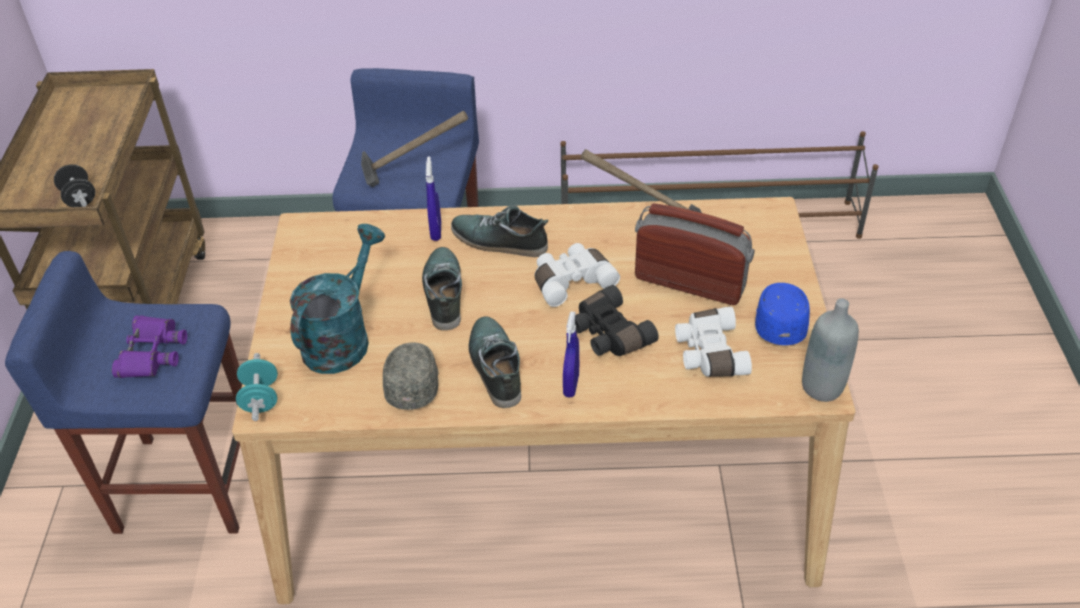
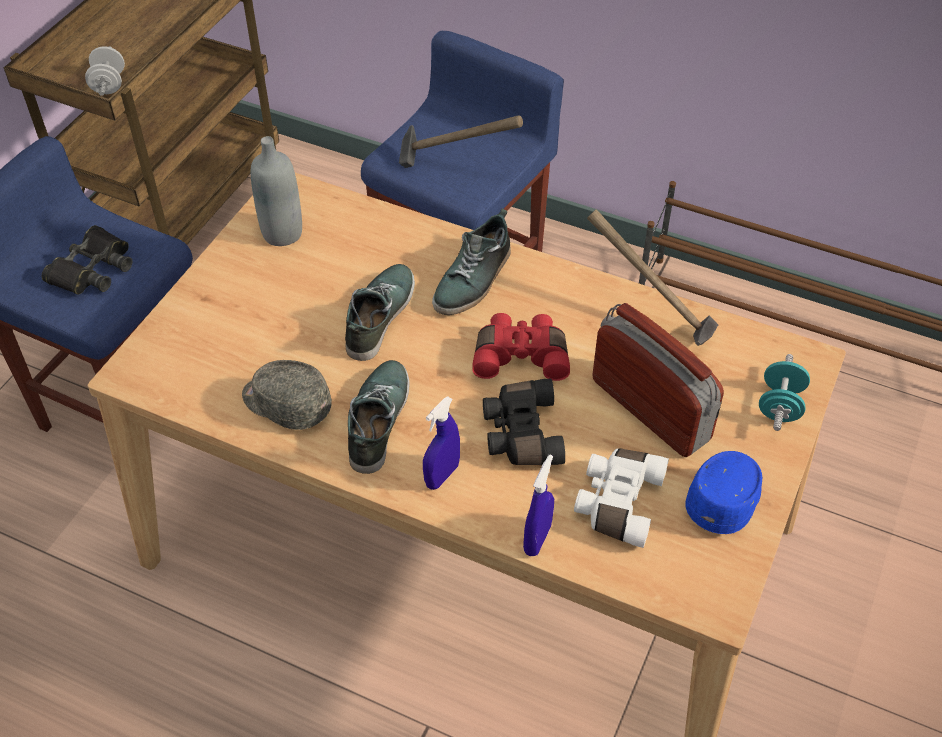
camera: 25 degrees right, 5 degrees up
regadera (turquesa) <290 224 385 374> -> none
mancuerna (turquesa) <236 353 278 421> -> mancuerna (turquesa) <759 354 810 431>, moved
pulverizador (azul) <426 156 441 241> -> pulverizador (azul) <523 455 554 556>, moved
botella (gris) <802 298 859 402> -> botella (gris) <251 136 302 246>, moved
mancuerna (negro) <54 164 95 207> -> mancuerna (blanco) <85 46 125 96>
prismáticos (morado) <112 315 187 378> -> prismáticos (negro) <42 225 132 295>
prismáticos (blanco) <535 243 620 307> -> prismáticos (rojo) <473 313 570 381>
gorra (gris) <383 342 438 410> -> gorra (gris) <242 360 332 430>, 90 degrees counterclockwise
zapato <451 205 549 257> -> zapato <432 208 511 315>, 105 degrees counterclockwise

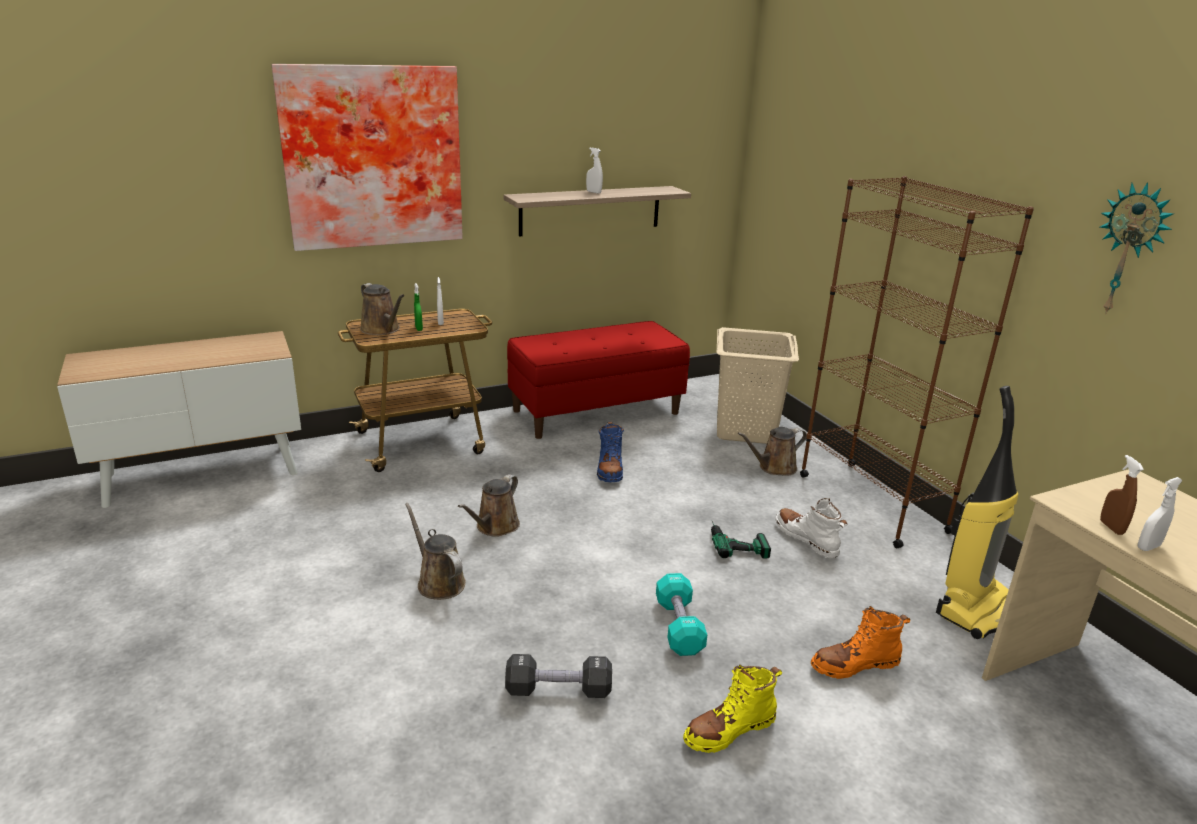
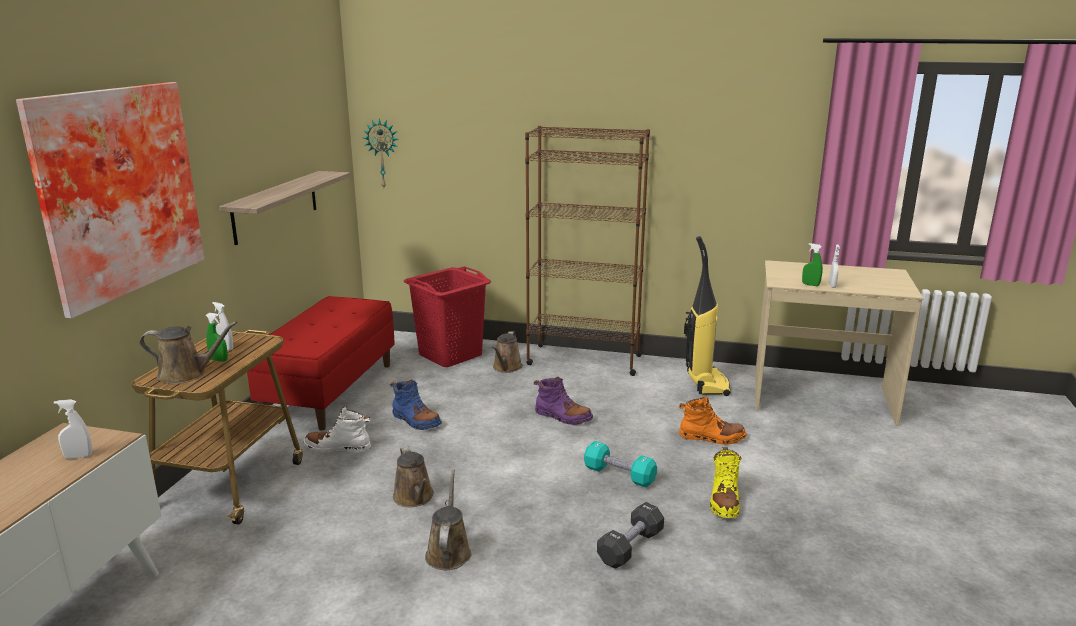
camera: 50 degrees left, 5 degrees down
pulverizador (blanco) <586 148 603 194> -> pulverizador (blanco) <54 399 92 459>, moved
bota (blanco) <775 498 848 558> -> bota (blanco) <303 406 371 453>, moved
reloj de pared <1100 182 1174 314> -> reloj de pared <363 118 398 187>, moved
taladro <711 521 771 558> -> bota (morado) <534 377 593 425>
cesto de la ropa (beis) <717 327 799 444> -> cesto de la ropa (rojo) <404 266 491 367>
pulverizador (marrón) <1100 455 1144 535> -> pulverizador (verde) <802 243 823 286>
regadera (marrón) <405 503 465 600> -> regadera (marrón) <425 469 472 570>, 90 degrees clockwise
bota (naranja) <811 606 911 679> -> bota (naranja) <679 396 747 444>, 105 degrees counterclockwise

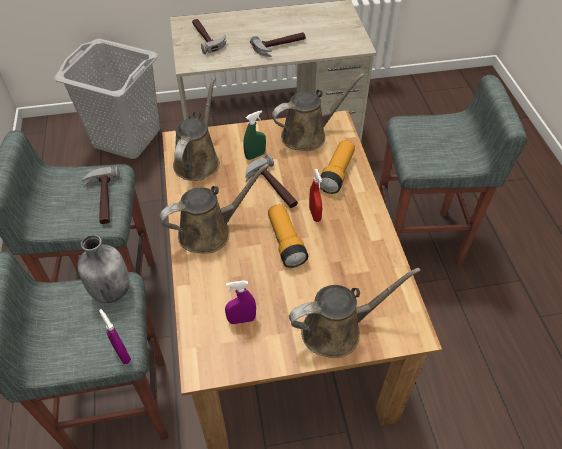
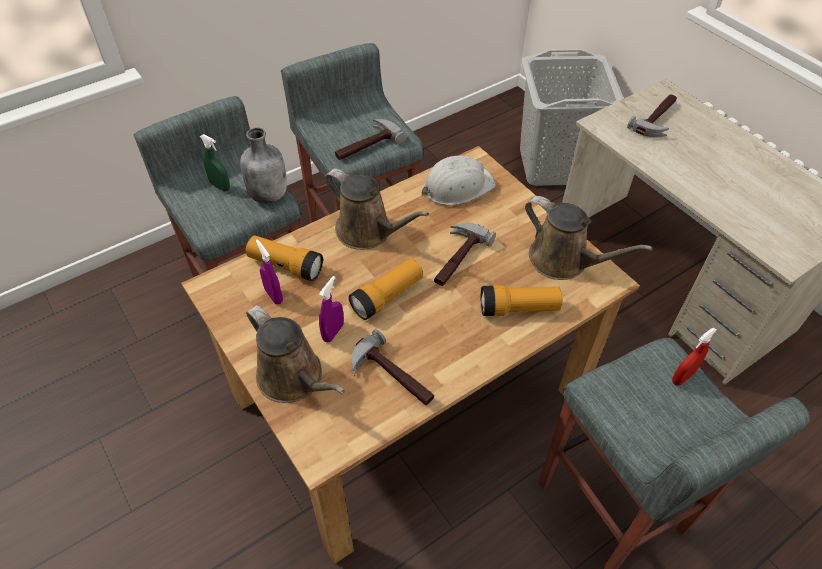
camera: 65 degrees right, 0 degrees up
none -> linterna <246 235 323 281>
pulverizador (morado) <99 309 131 364> -> pulverizador (morado) <319 276 344 342>, moved
pulverizador (verde) <243 110 266 160> -> pulverizador (verde) <200 134 230 191>, moved
martillo <250 32 306 57> -> martillo <351 329 434 405>, moved
pulverizador (rojo) <309 169 322 222> -> pulverizador (rojo) <672 327 717 386>, moved
regadera (marrón) <173 77 220 181> -> casco (blanco) <422 156 496 205>

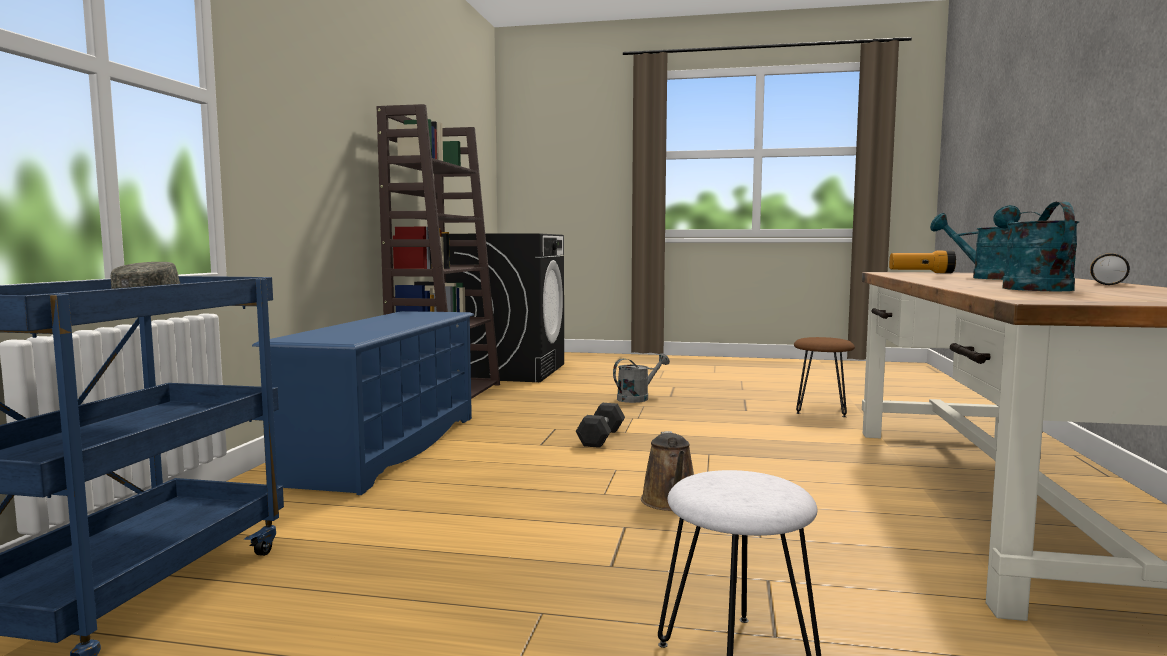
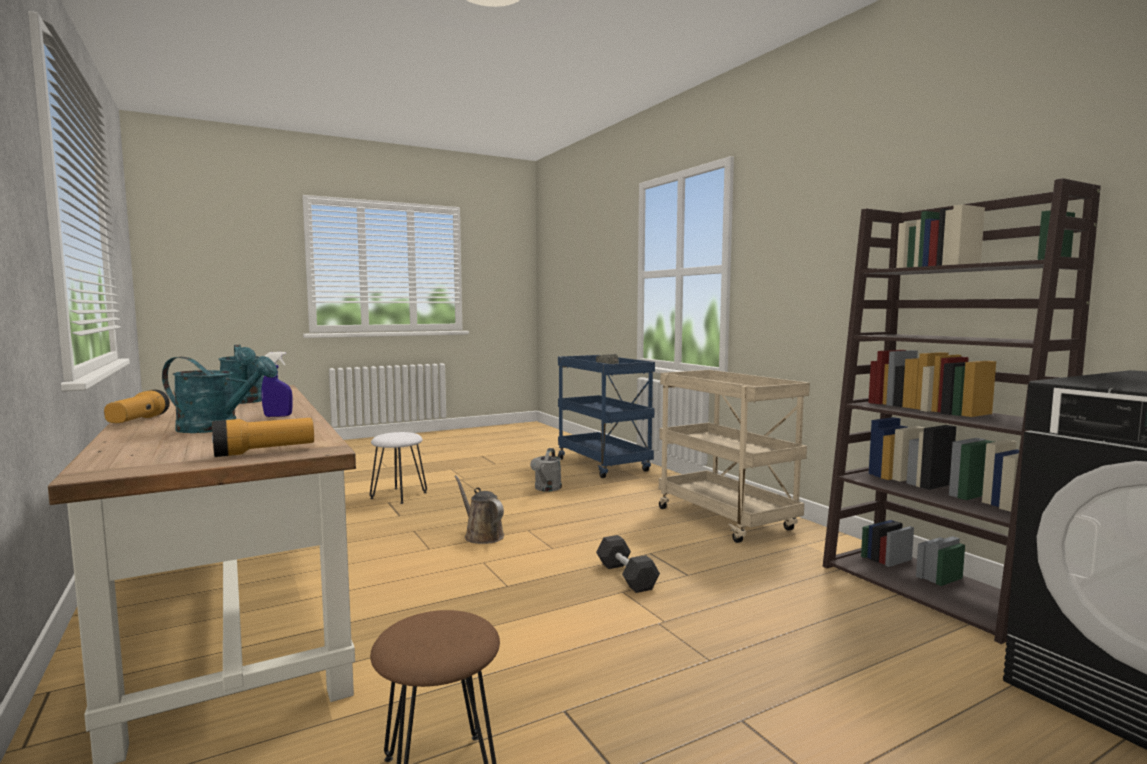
camera: 140 degrees right, 0 degrees up
none -> pulverizador (azul) <261 352 293 417>
regadera (gris) <613 353 670 403> -> regadera (gris) <530 448 562 492>, moved
zapatero (azul) <252 311 474 495> -> carrito (beis) <659 370 810 543>

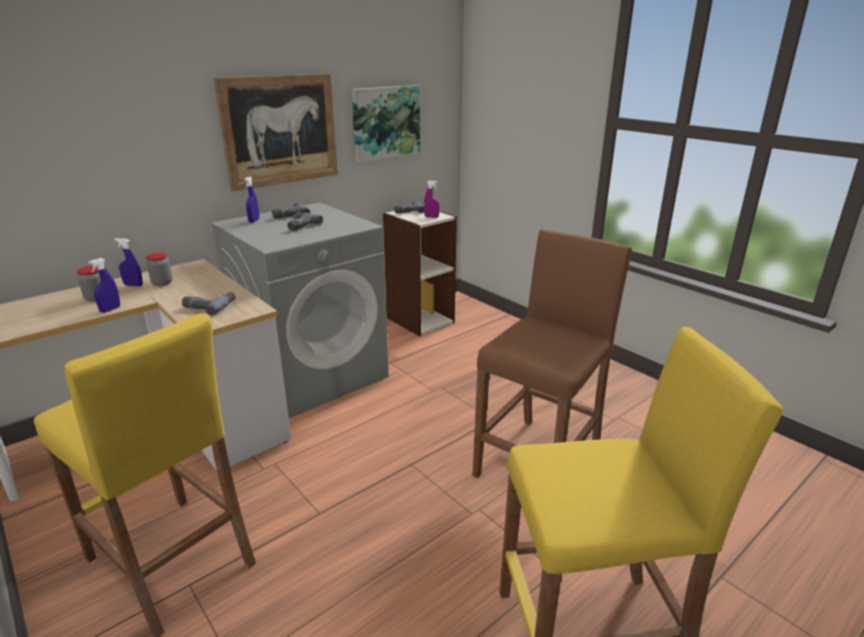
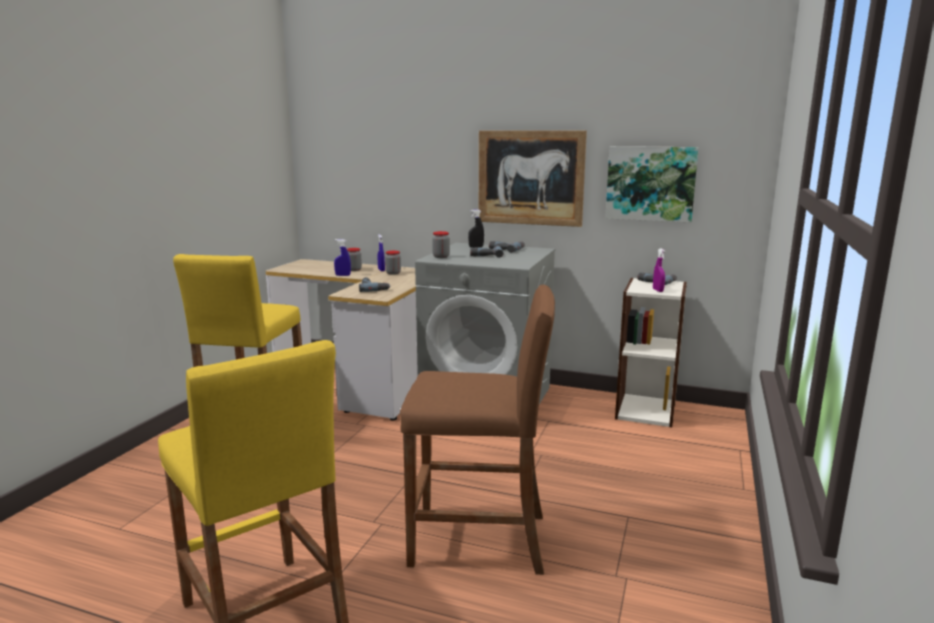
camera: 60 degrees right, 10 degrees down
none -> tarro <432 231 450 258>
pulverizador (azul) <244 176 259 223> -> pulverizador (negro) <468 209 484 248>

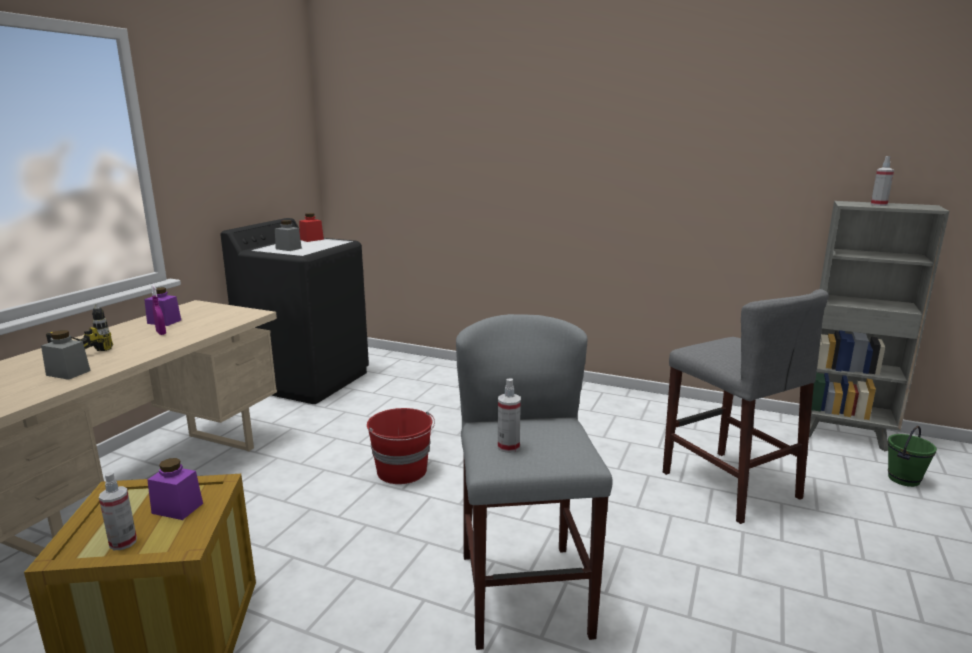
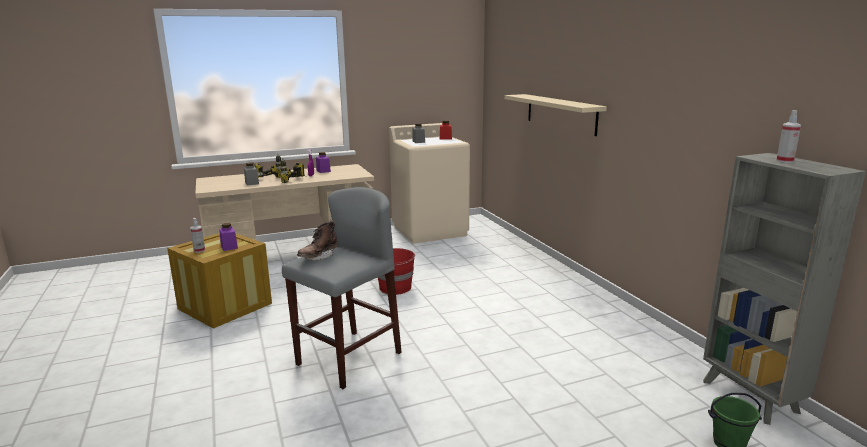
camera: 45 degrees right, 0 degrees up
taburete (gris) <663 289 829 524> -> none
none -> taladro <280 158 304 183>
none -> estante (beis) <505 94 607 136>
pulverizador <498 379 521 453> -> bota (marrón) <297 220 338 261>
lavadora (negro) <220 218 369 404> -> lavadora (beis) <389 123 470 244>

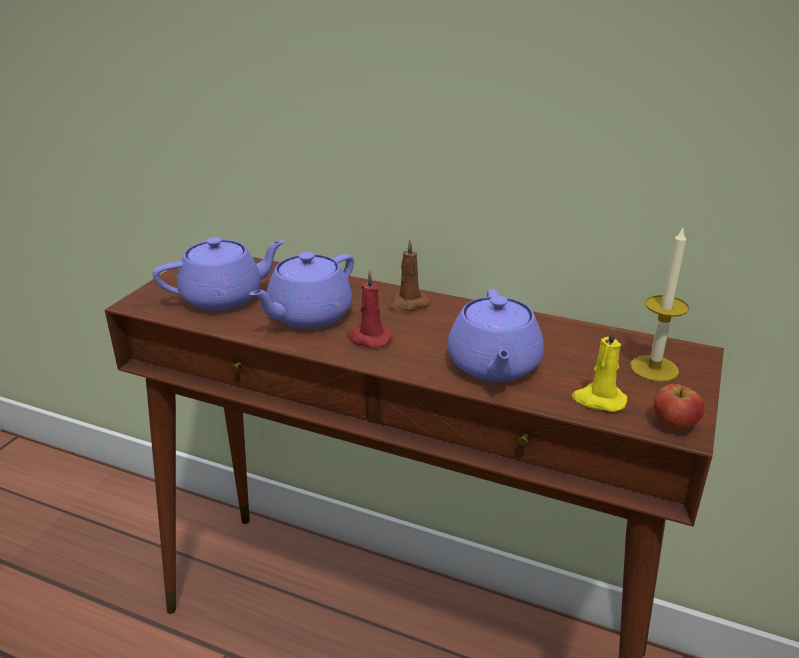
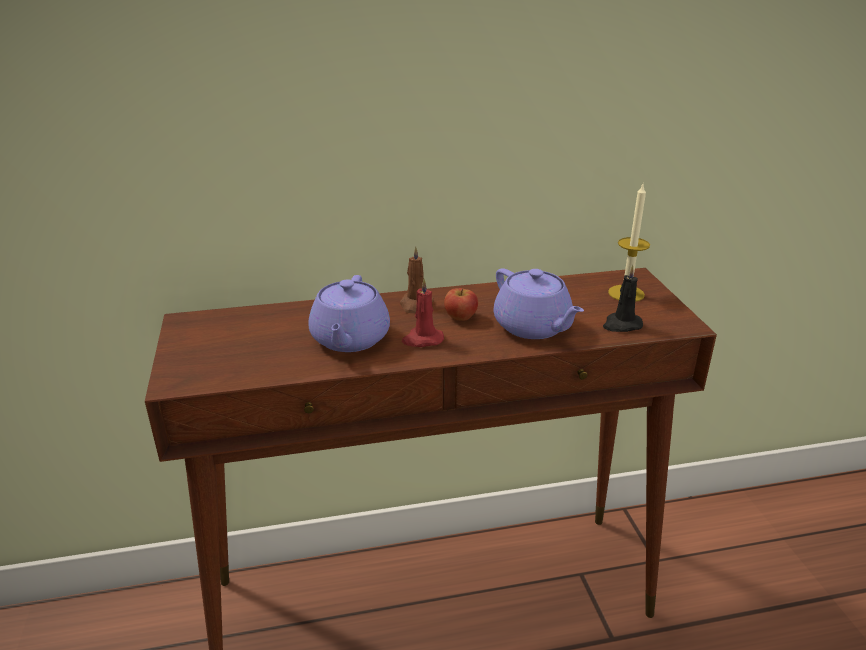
camera: 35 degrees left, 0 degrees up
tetera (morado) <153 237 285 311> -> none
manzana <654 384 704 431> -> manzana <444 288 478 321>, moved
vela (amarillo) <572 325 627 412> -> vela (negro) <603 264 643 332>

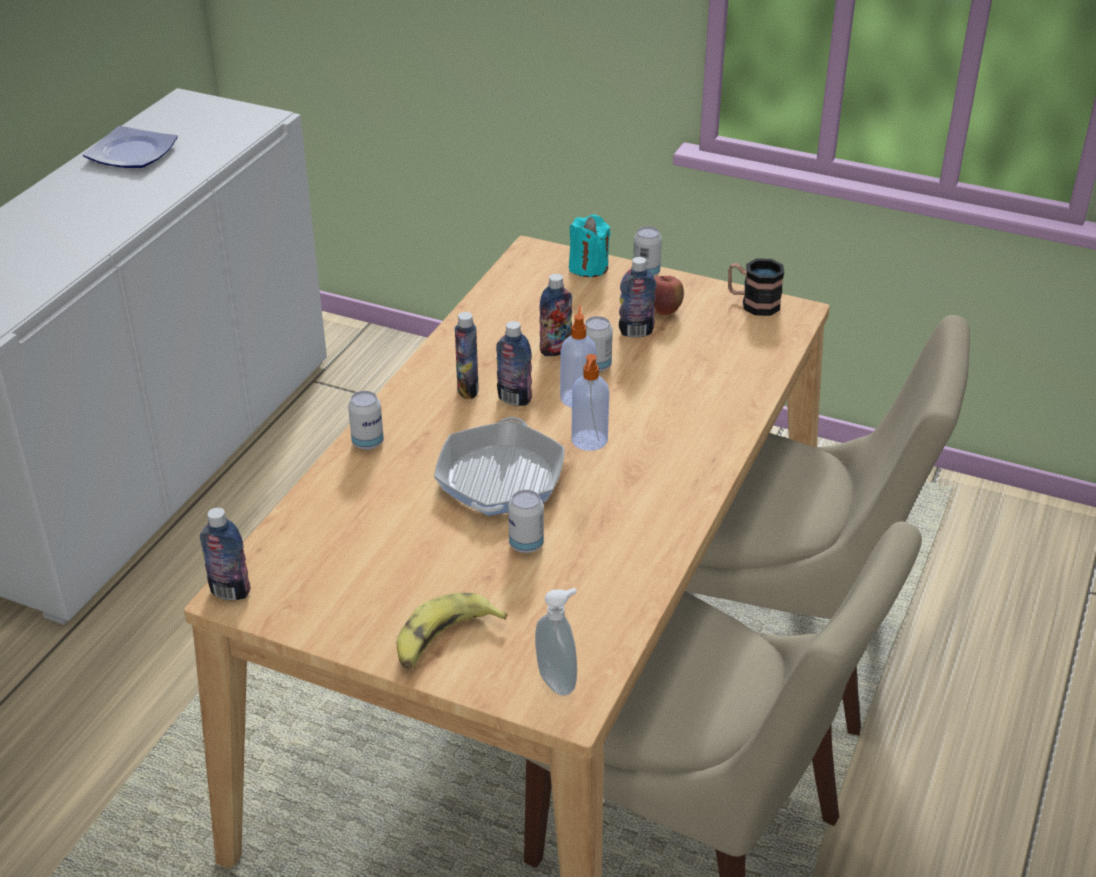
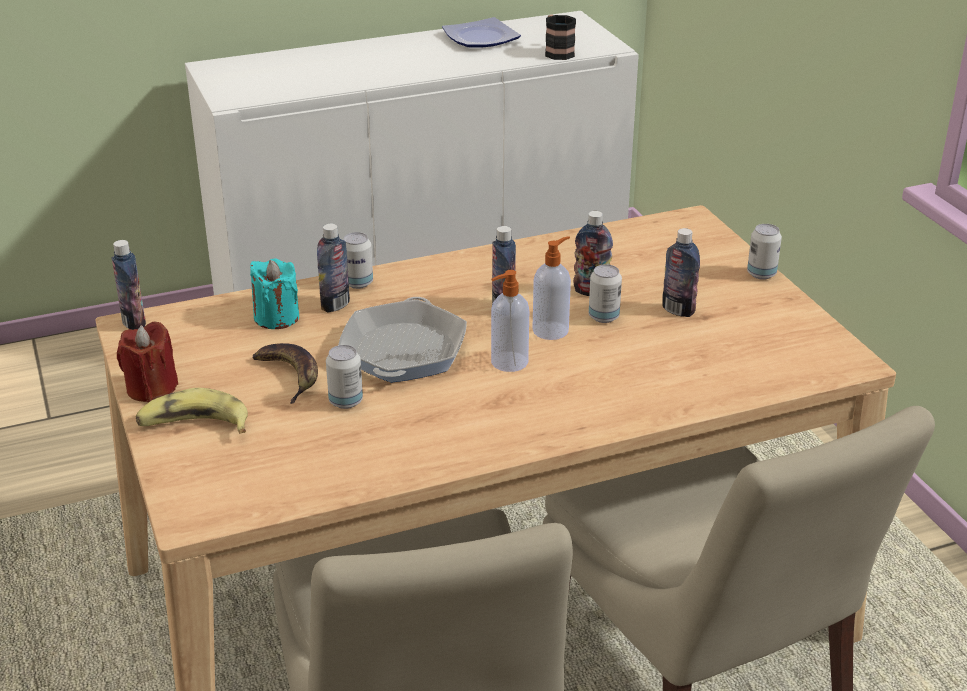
camera: 45 degrees right, 5 degrees down
dispensador de jabón <535 588 577 696> -> none
manzana <654 276 684 316> -> none
none -> vela (rojo) <117 322 178 403>
none -> plátano <253 343 318 404>
botella <455 312 479 399> -> botella <317 224 350 313>, moved
vela (turquesa) <569 214 611 277> -> vela (turquesa) <250 258 299 329>, moved
taza grande <728 258 784 316> -> taza grande <545 15 576 60>, moved
sartén <434 417 565 516> -> sartén <338 297 467 383>, 135 degrees clockwise

